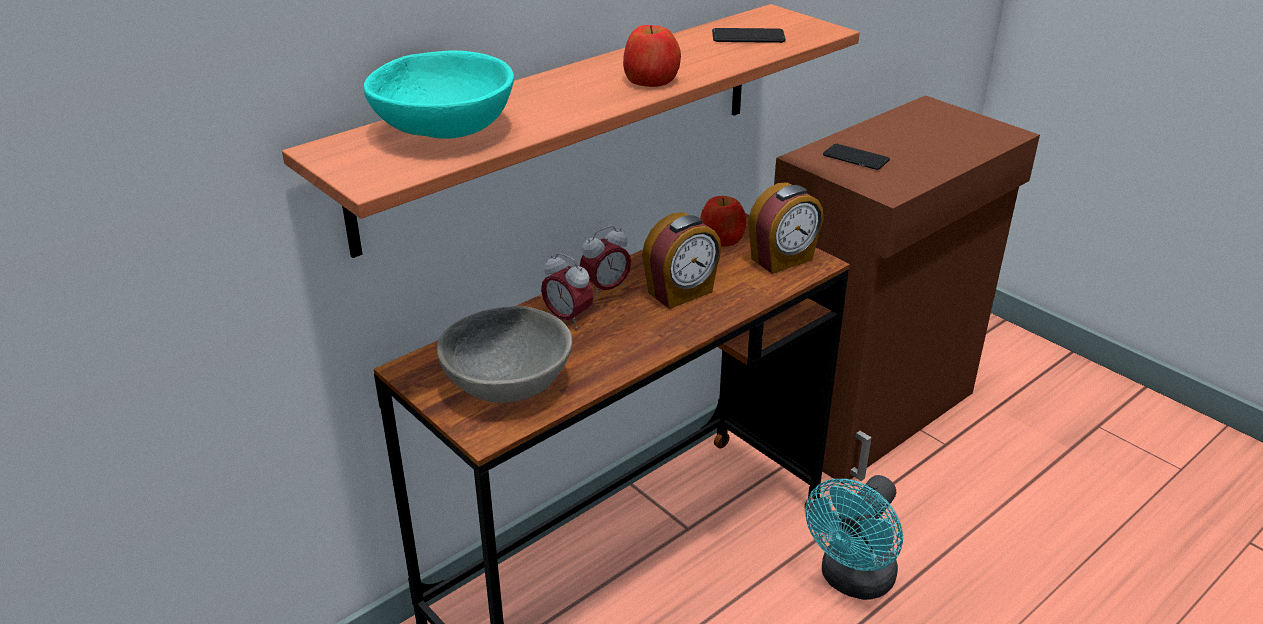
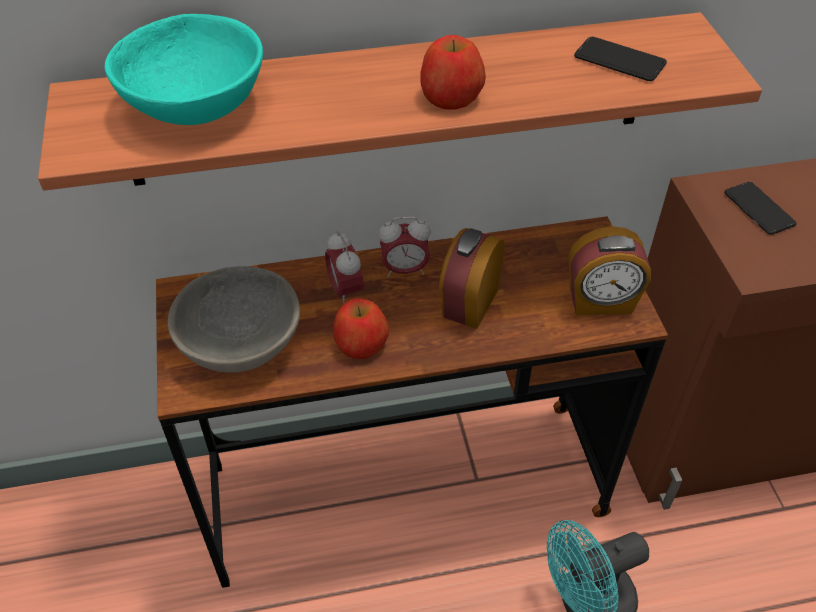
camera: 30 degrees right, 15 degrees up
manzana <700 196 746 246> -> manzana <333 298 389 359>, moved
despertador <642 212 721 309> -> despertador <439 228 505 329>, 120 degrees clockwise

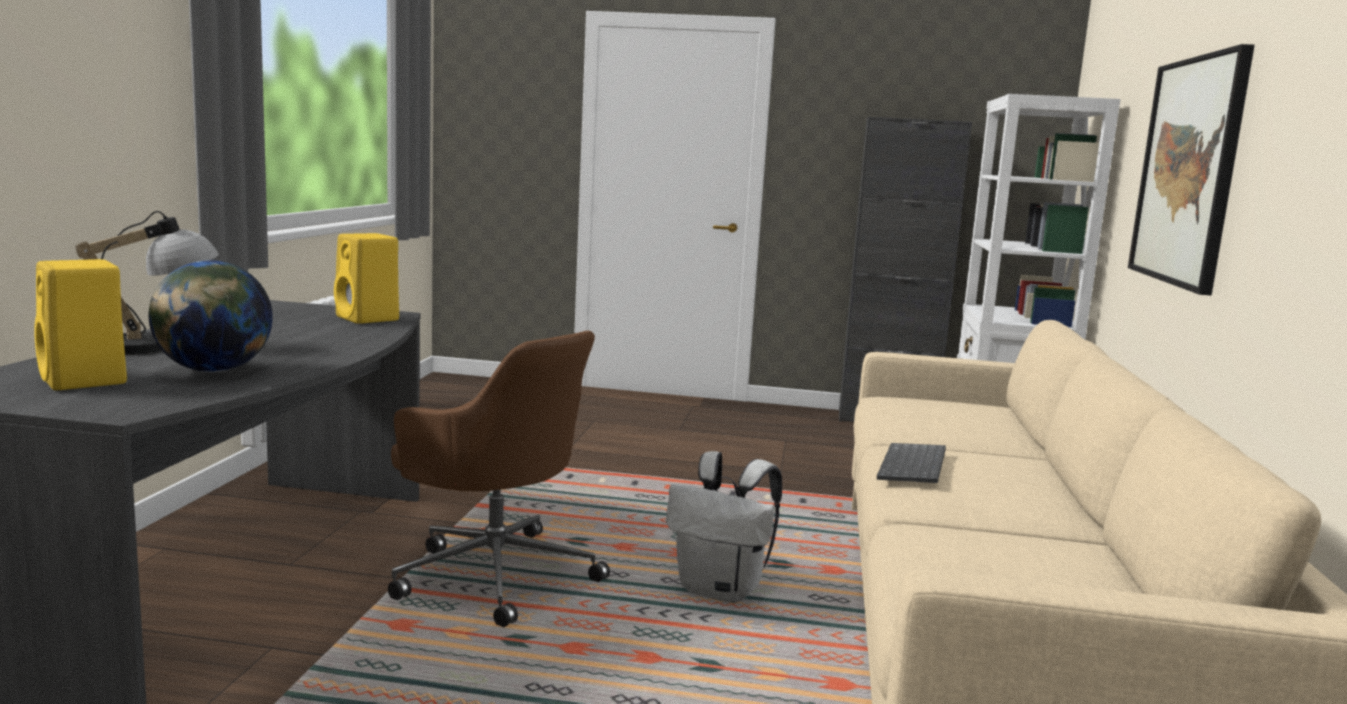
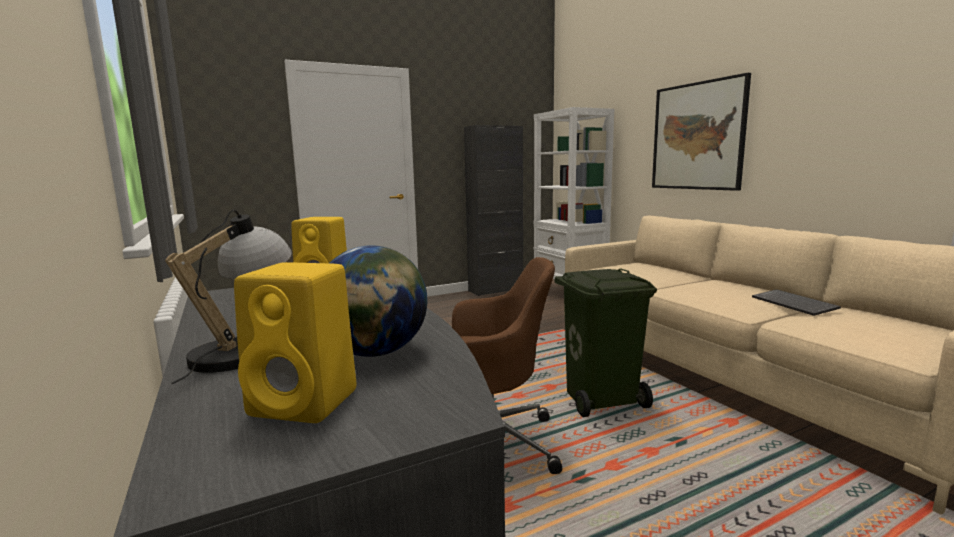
camera: 35 degrees left, 0 degrees up
teclado <877 443 946 483> -> teclado <752 289 841 316>, moved
mochila (blanco) <666 451 782 603> -> papelera (verde) <555 269 657 417>

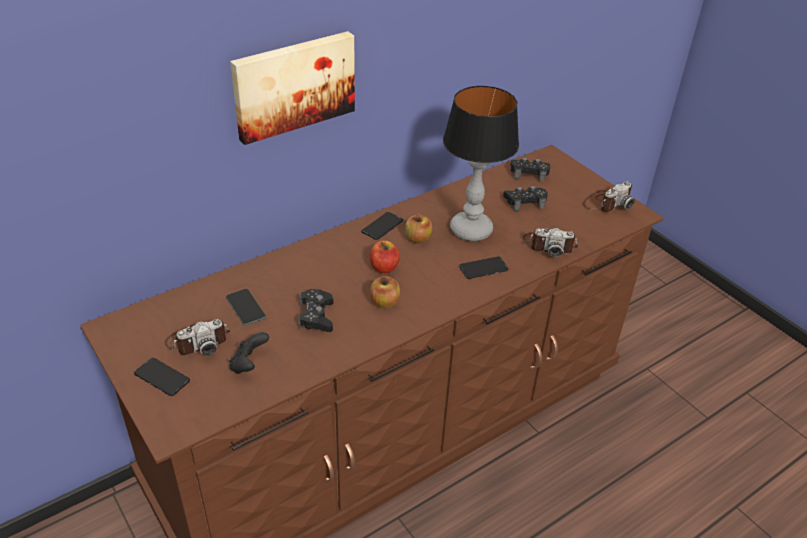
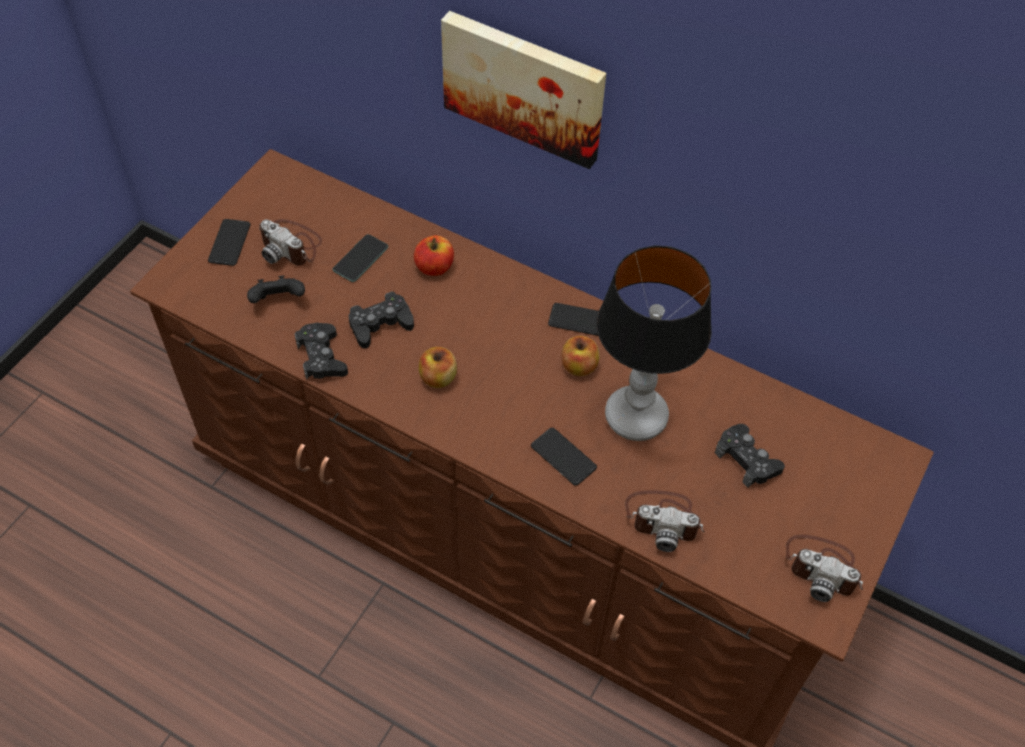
camera: 65 degrees right, 15 degrees up
manzana <370 241 400 273> -> manzana <414 235 454 276>, moved
mando de consola (negro) <510 157 550 181> -> mando de consola (negro) <295 323 348 380>, moved
cámara <523 228 578 257> -> cámara <625 490 705 552>, 60 degrees counterclockwise

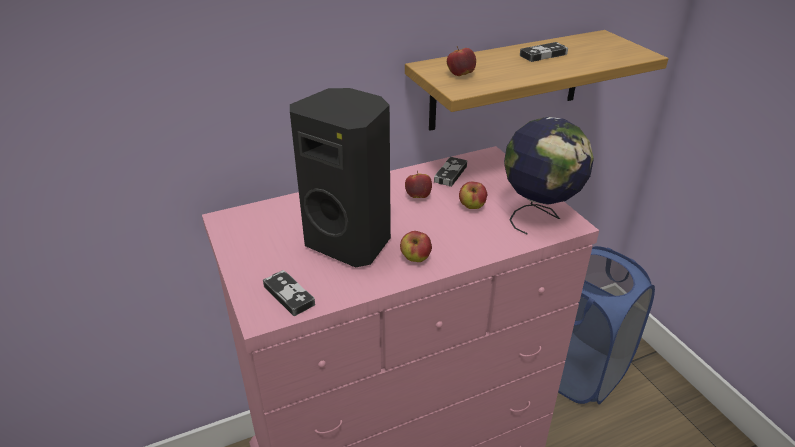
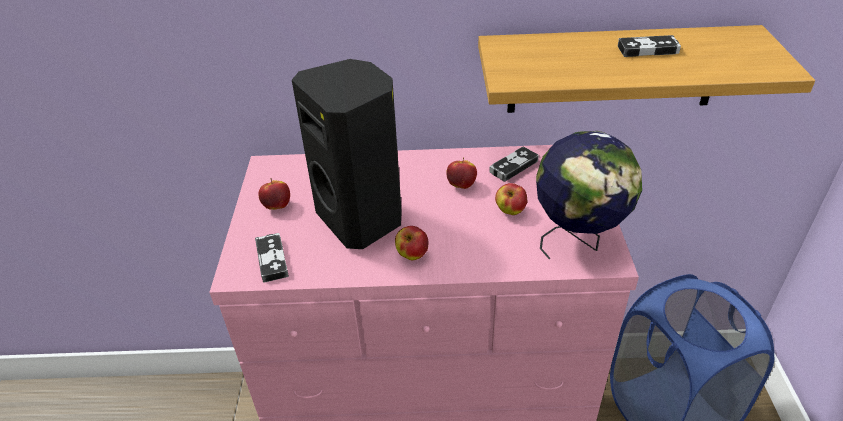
camera: 25 degrees right, 5 degrees up
manzana <447 46 476 76> -> manzana <259 178 290 209>, moved

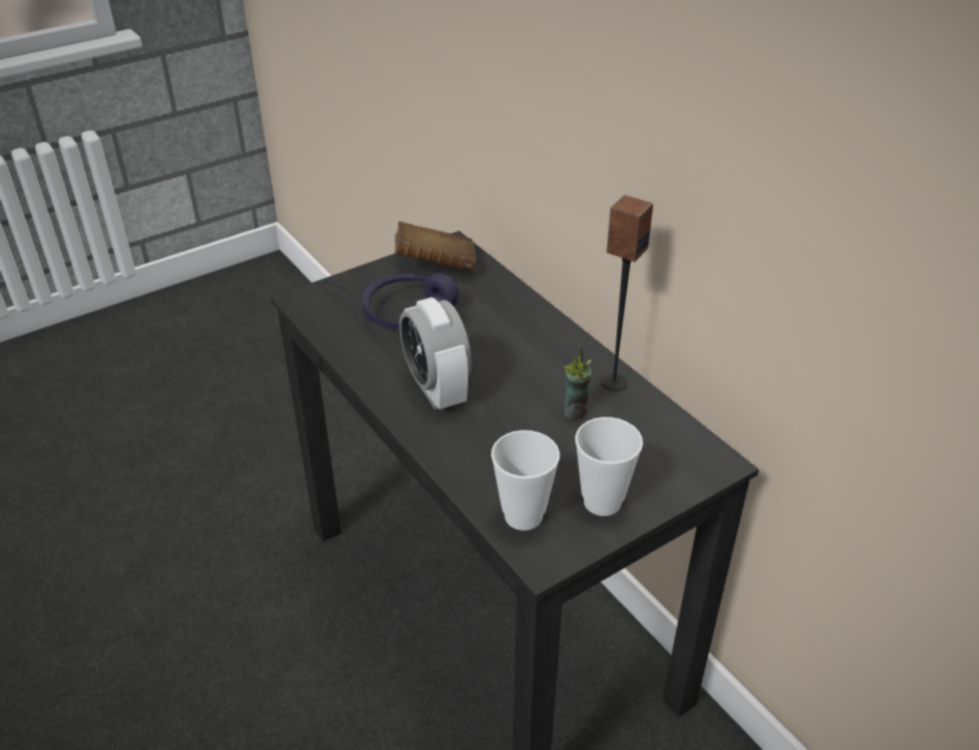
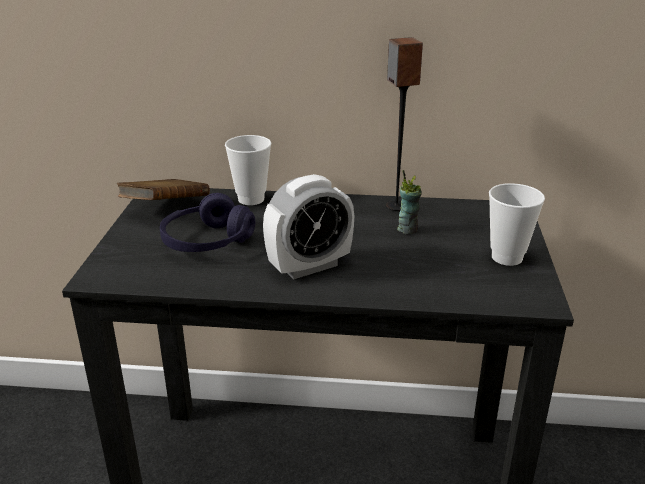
camera: 50 degrees left, 10 degrees down
taza <491 430 560 530> -> taza <225 135 271 205>, moved
despertador <399 297 471 410> -> despertador <263 174 354 279>, 45 degrees counterclockwise

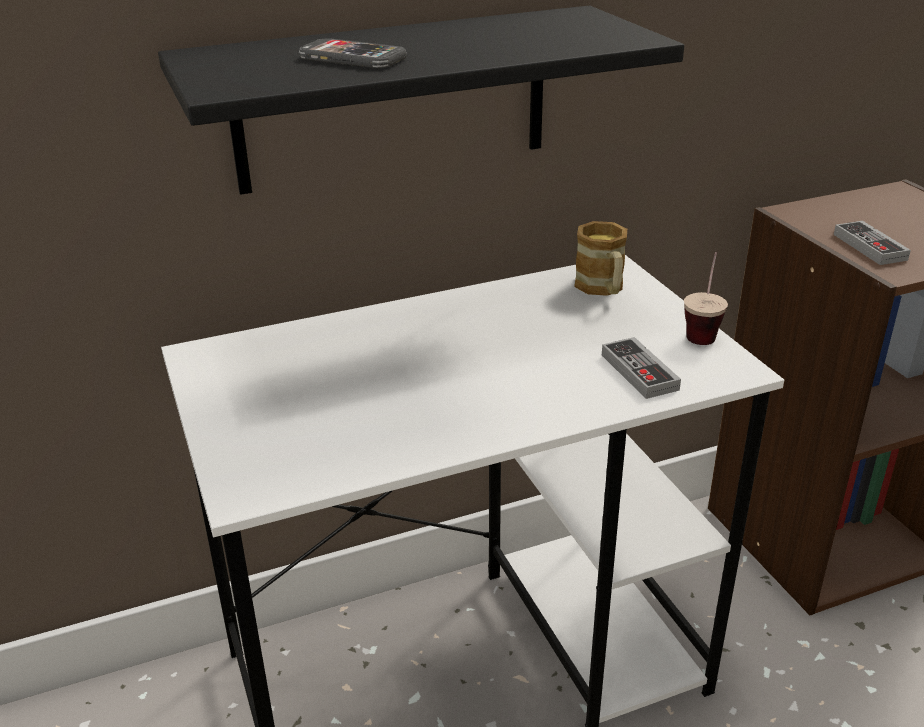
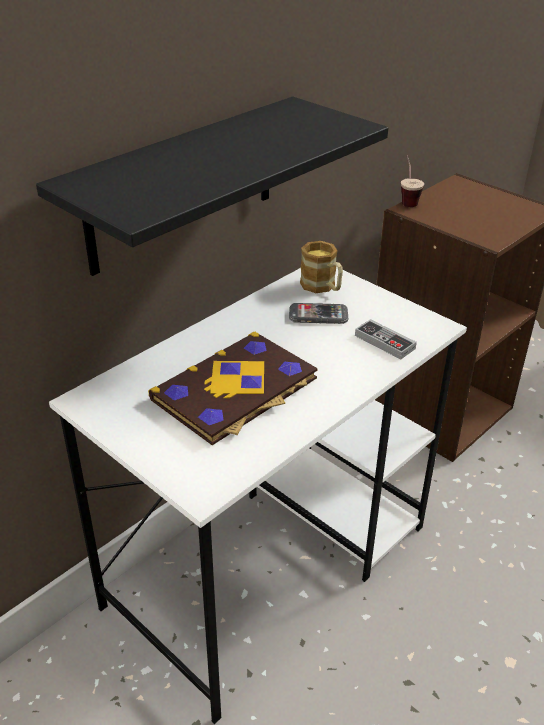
camera: 25 degrees left, 5 degrees up
mando de consola <834 221 911 265> -> none
none -> libro <148 332 317 445>
móvil <299 38 407 68> -> móvil <289 303 348 324>, moved
taza <684 252 728 345> -> taza <401 156 424 207>, moved

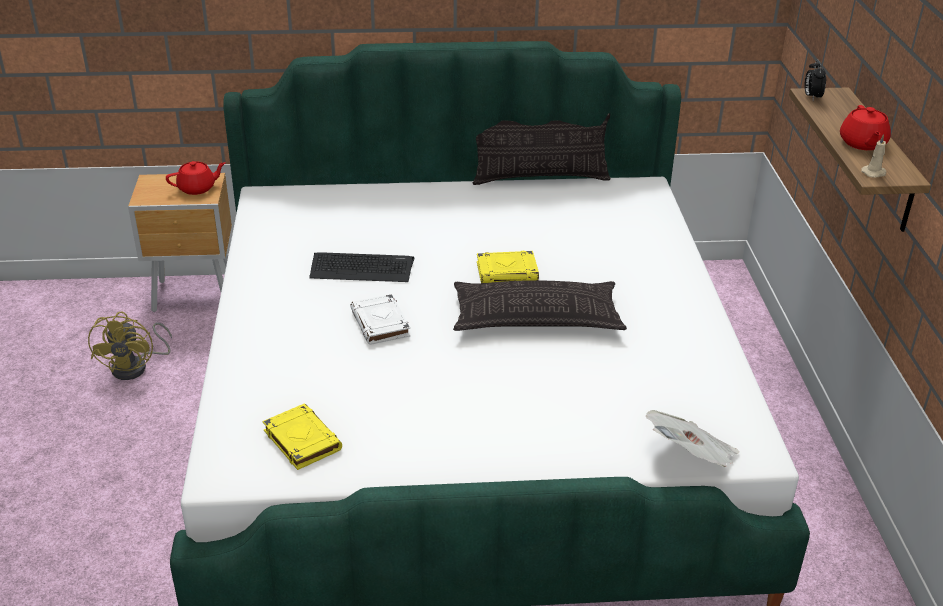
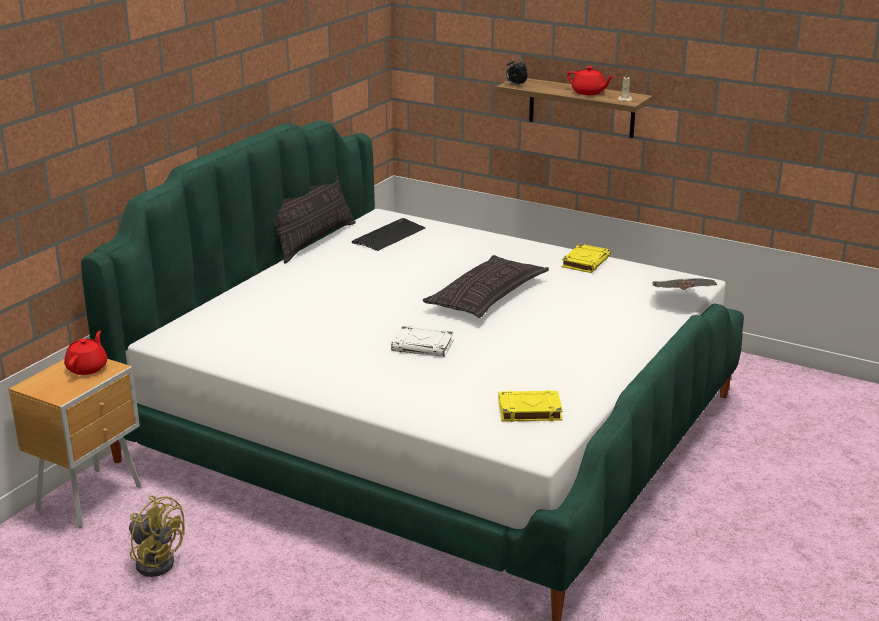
camera: 55 degrees left, 10 degrees down
teclado <309 252 414 282> -> teclado <351 218 425 251>, moved
libro (amarillo) <477 251 539 283> -> libro (amarillo) <561 244 611 273>, moved

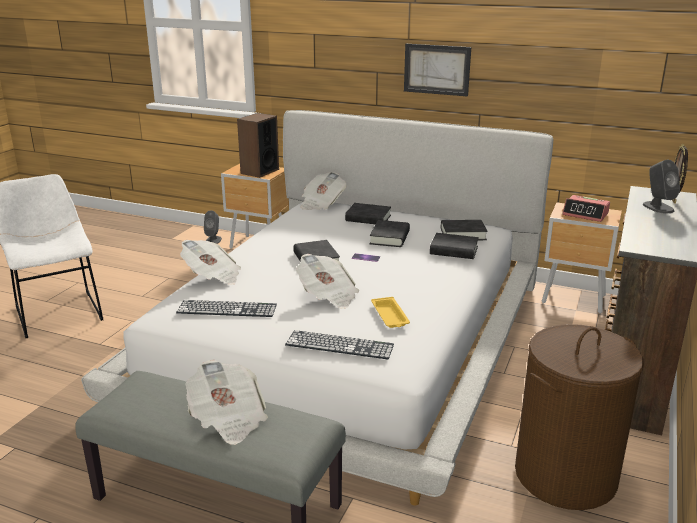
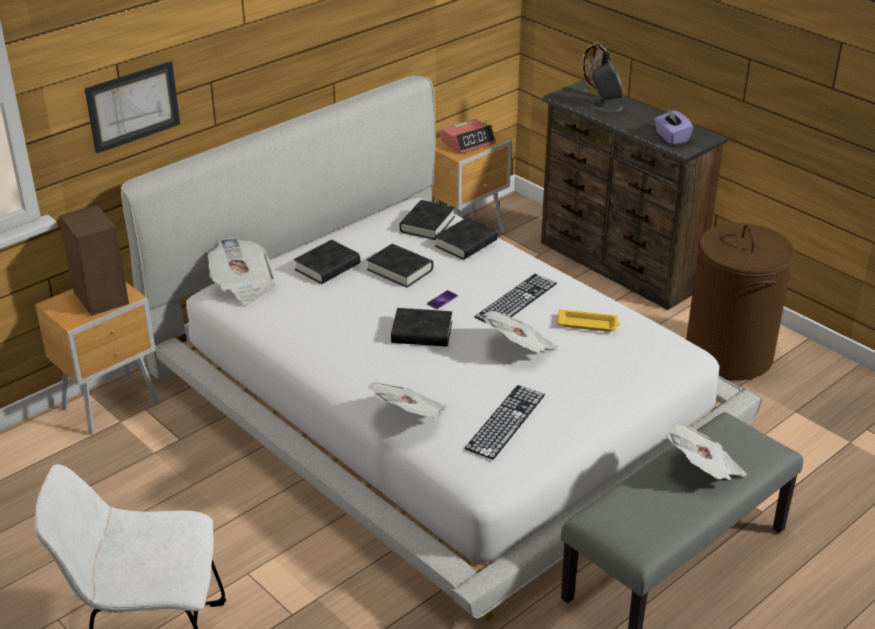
camera: 65 degrees left, 10 degrees up
altavoz (gris) <204 210 222 244> -> none
none -> caja de pañuelos (morado) <654 109 693 145>
teclado <285 330 394 359> -> teclado <474 274 557 324>, moved
cuadro <404 44 471 96> -> cuadro <85 61 180 153>, moved

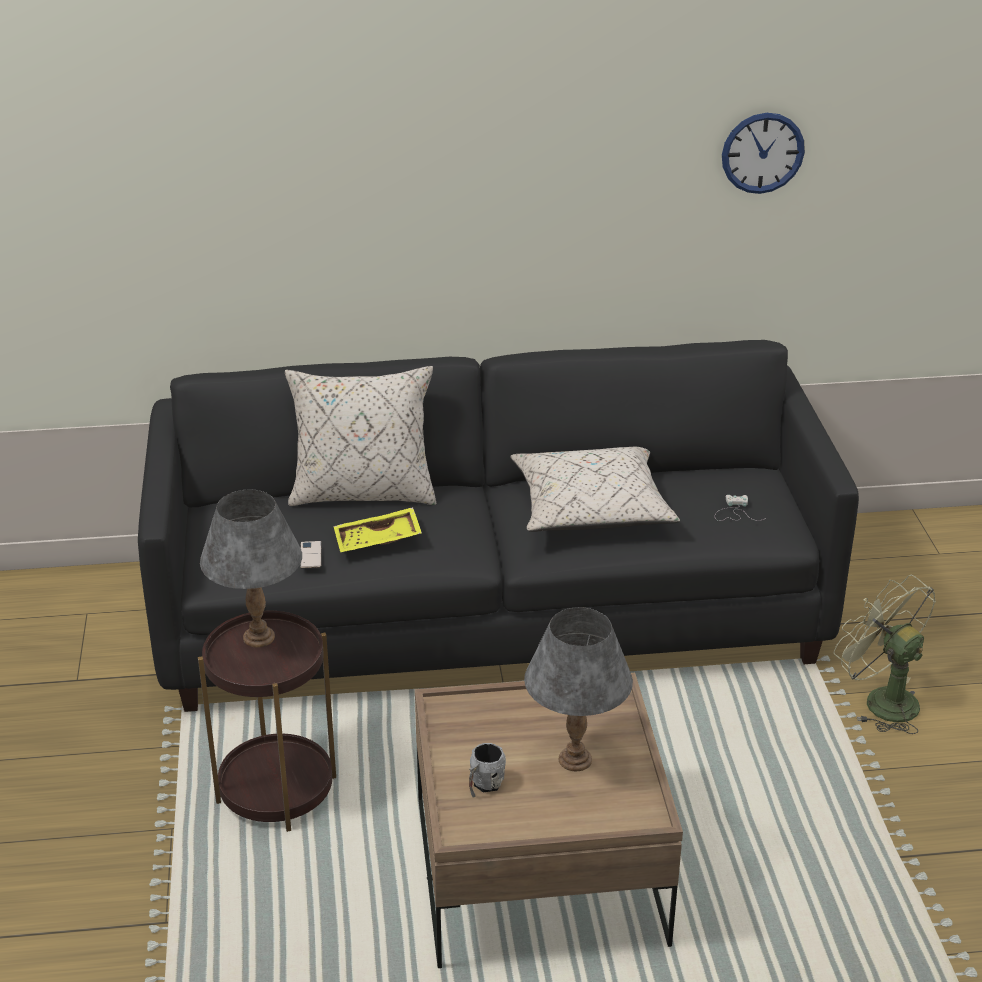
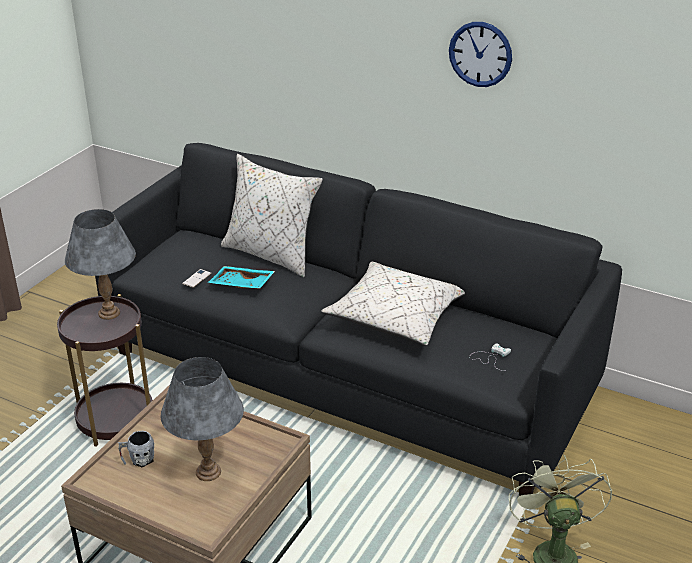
camera: 35 degrees right, 0 degrees up
reloj de pared <722 113 805 194> -> reloj de pared <449 22 512 87>, moved
bandeja (amarillo) <333 507 422 552> -> bandeja (turquesa) <207 266 275 289>

